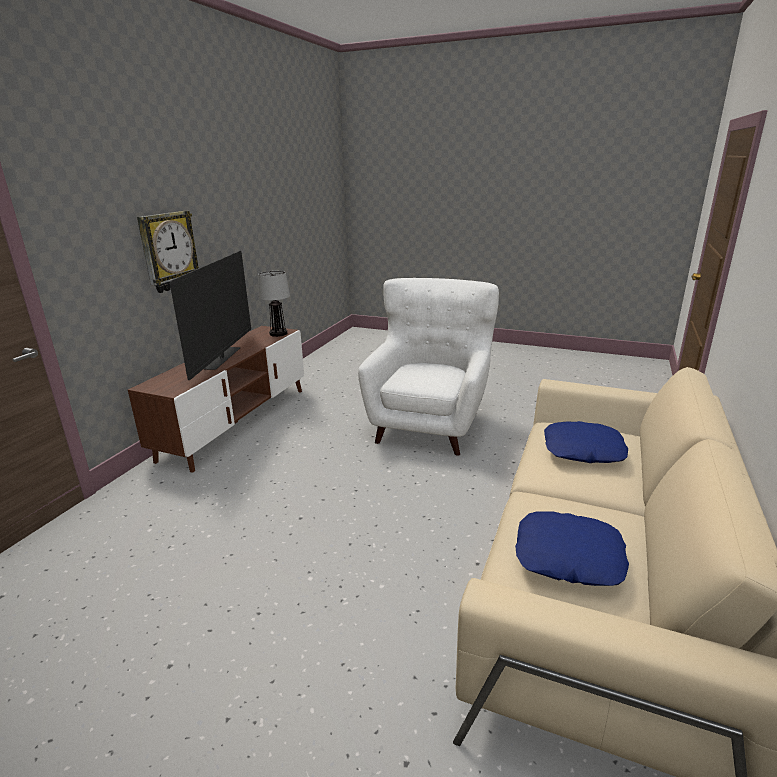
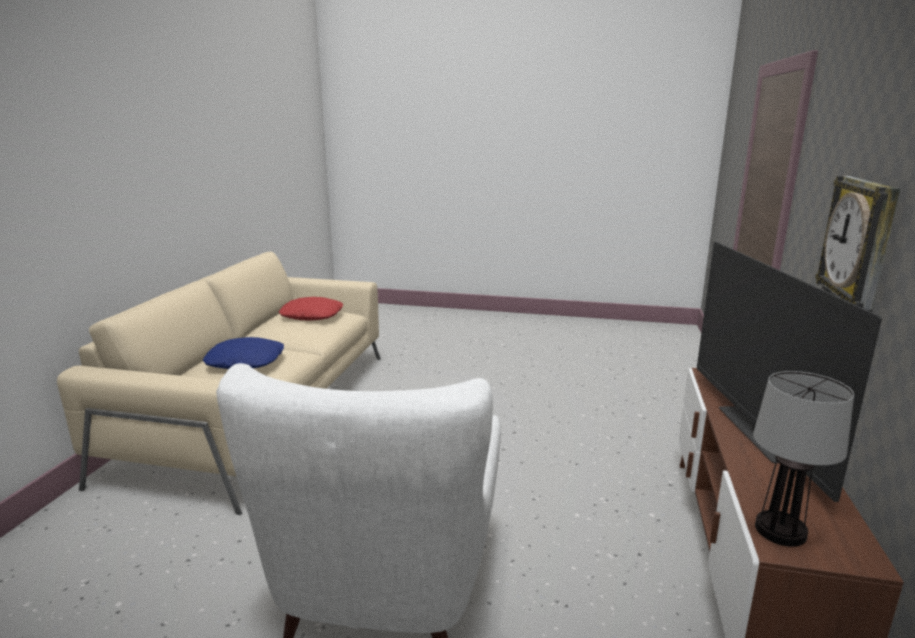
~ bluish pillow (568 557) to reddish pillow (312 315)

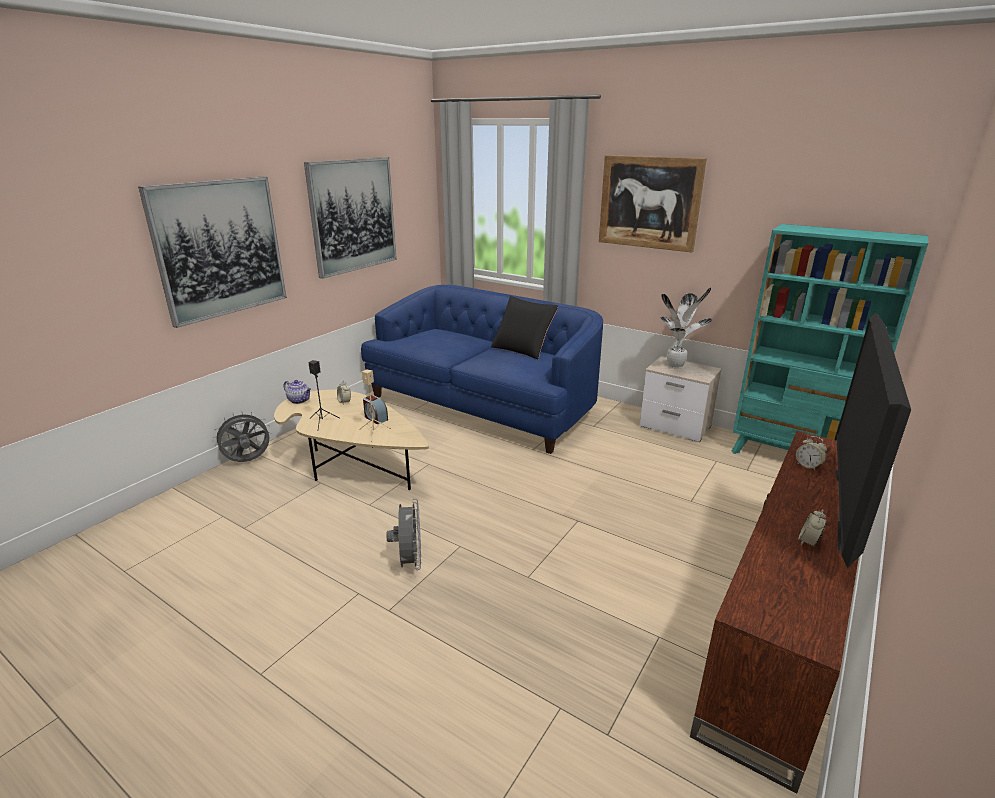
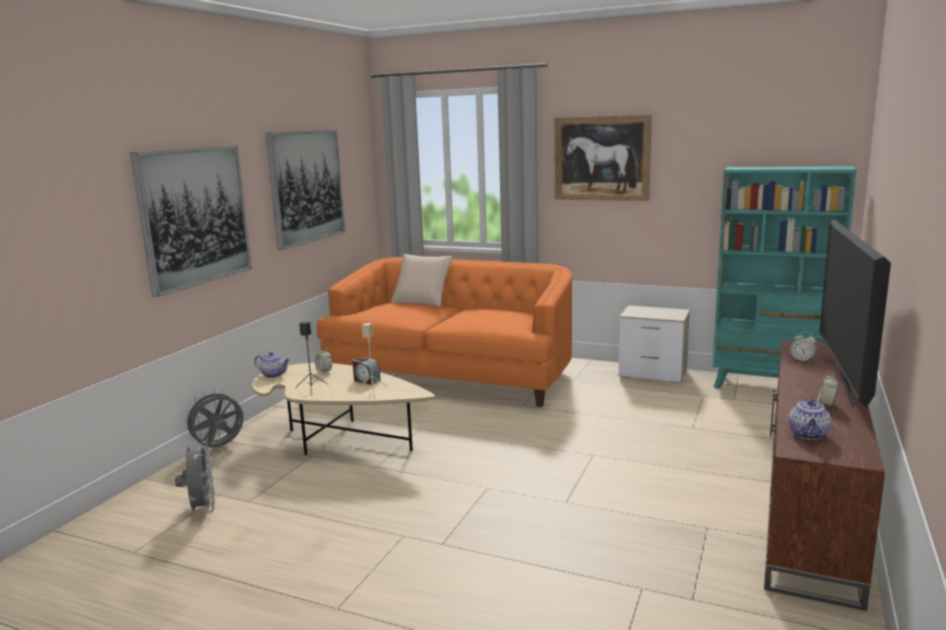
~ grey electric fan (409 562) to (202 509)
~ bluish settee (484 404) to orange settee (453 375)
+ sand-coloured pillow (422 301)
+ tea pot (809 435)
- black pillow (523 348)
- plant in a pot (676 366)

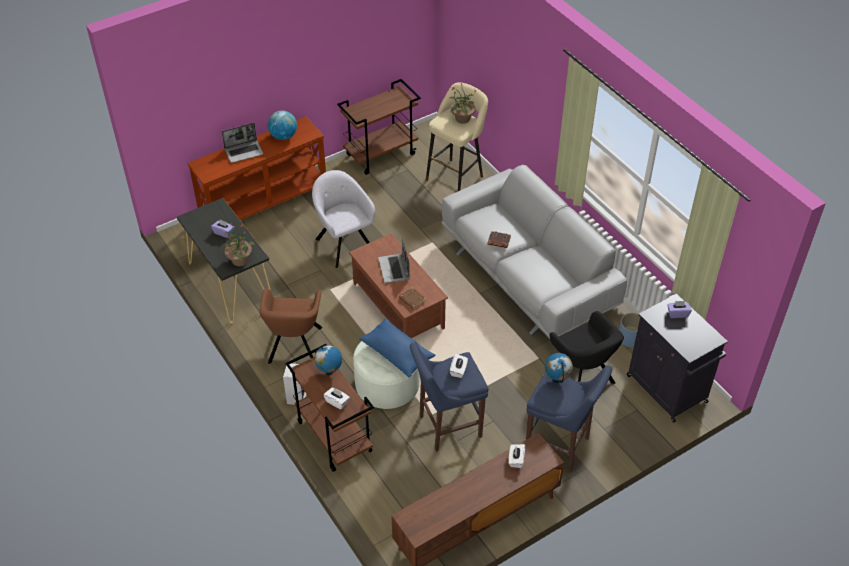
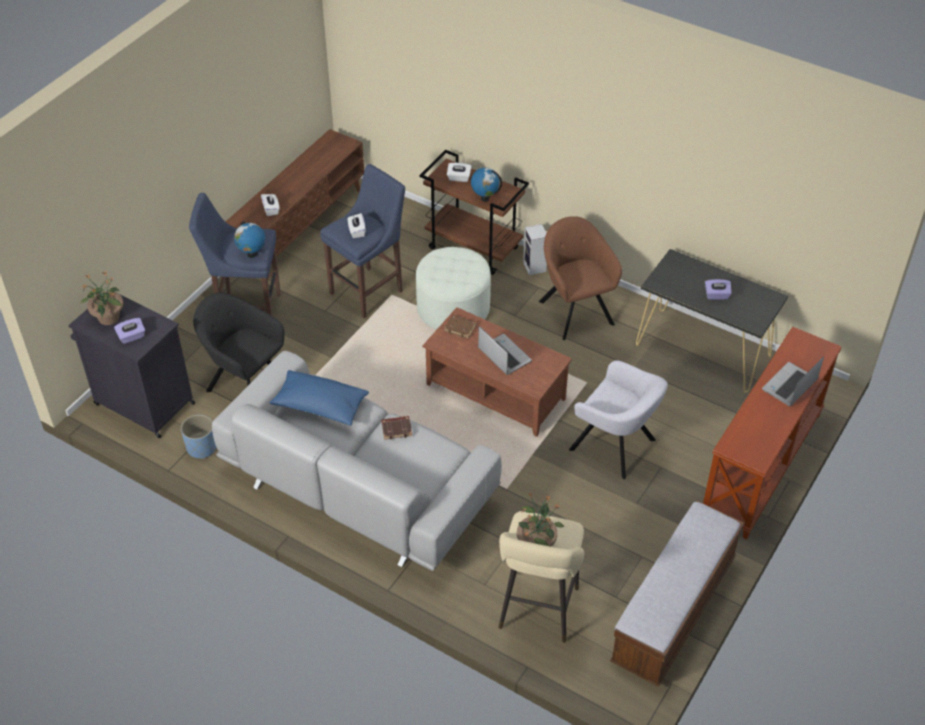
~ plant in a pot (240 260) to (108 318)
~ bluish pillow (397 353) to (320 406)
~ brown-coloured cart (381 154) to indoor bench (673 610)
- desk globe (283 136)

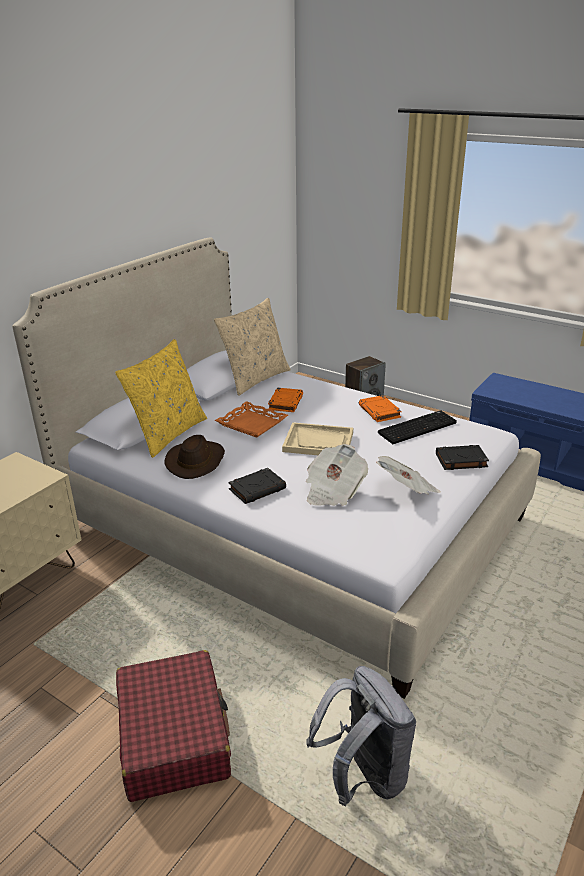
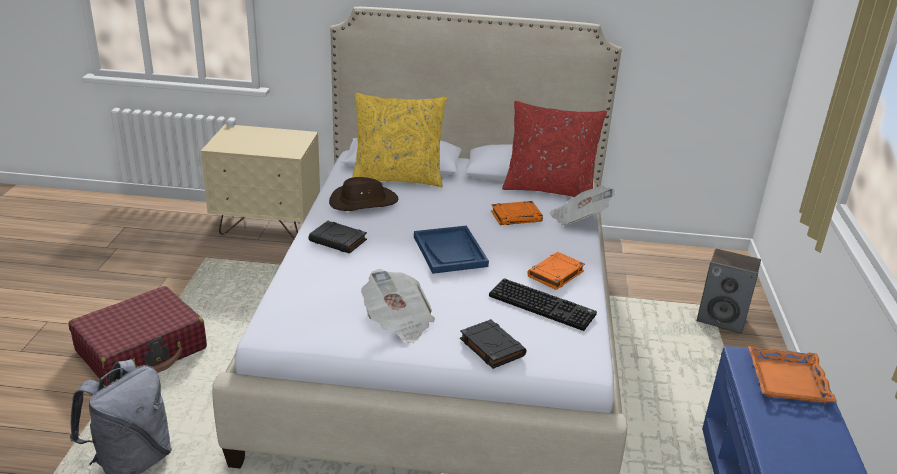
~ sand-coloured tray (318 442) to bluish tray (450 251)
~ sand-coloured pillow (255 379) to reddish pillow (549 189)
~ daily paper (333 491) to (579 219)
~ orange tray (251 424) to (787 380)

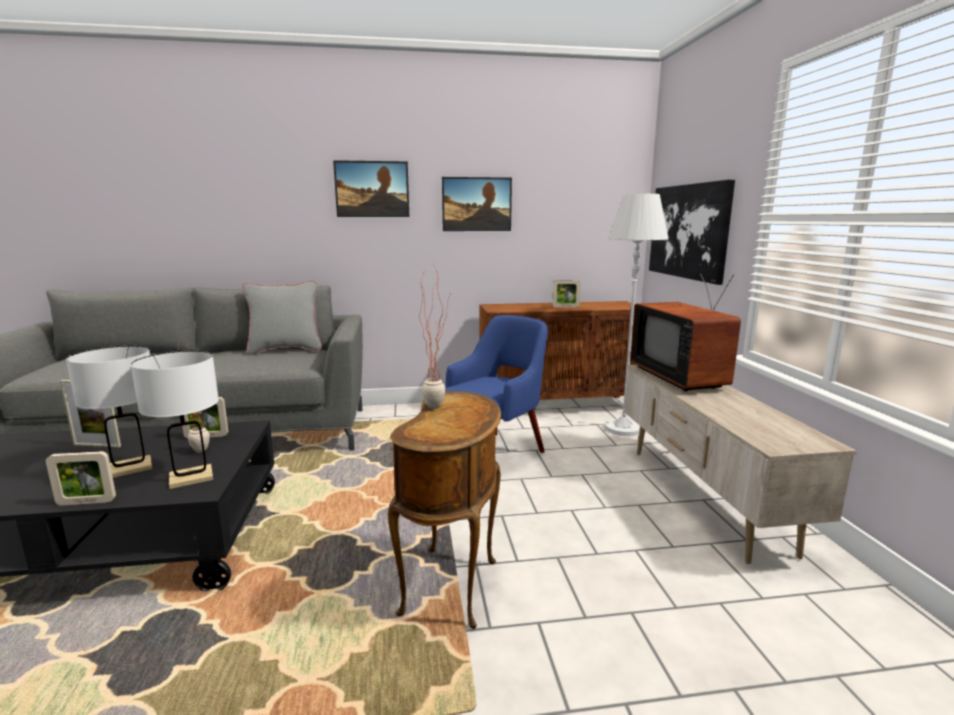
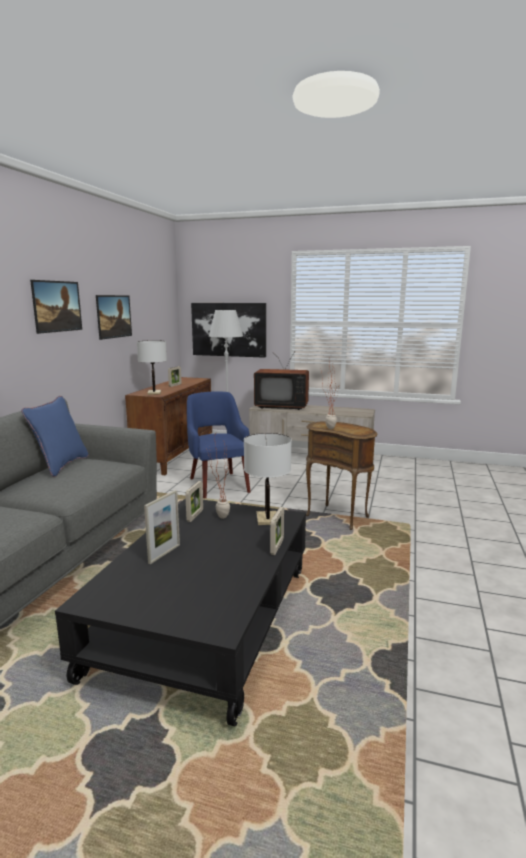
~ grey pillow (285 350) to bluish pillow (61 465)
~ white-coloured tabletop lamp (130 468) to (154 393)

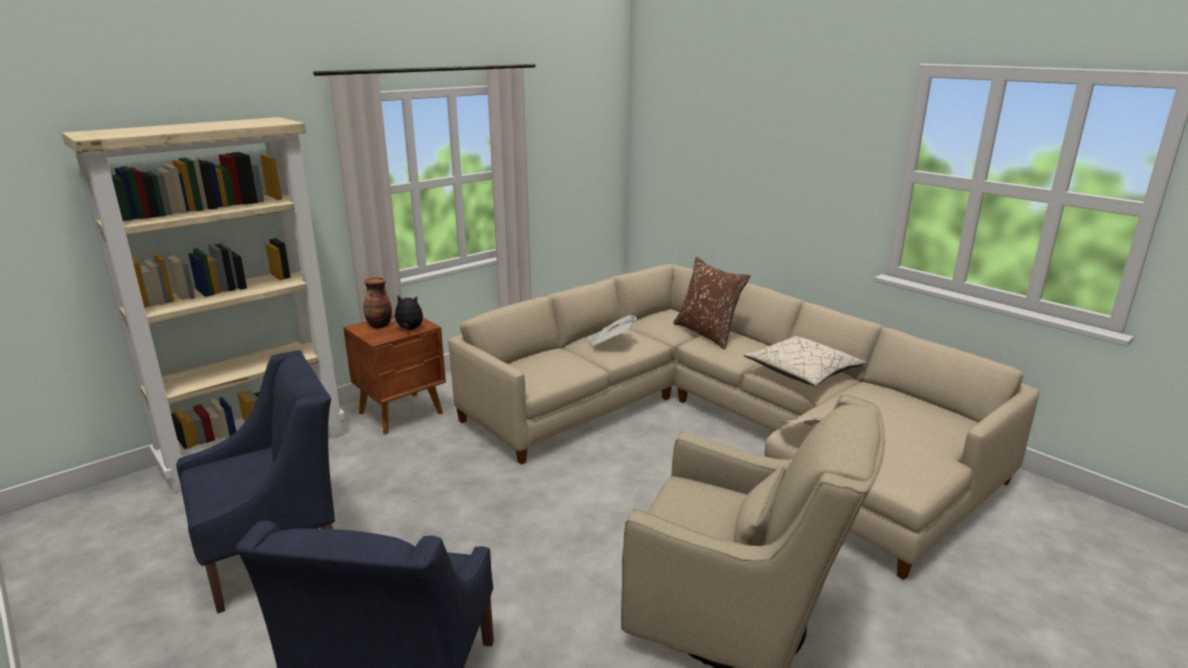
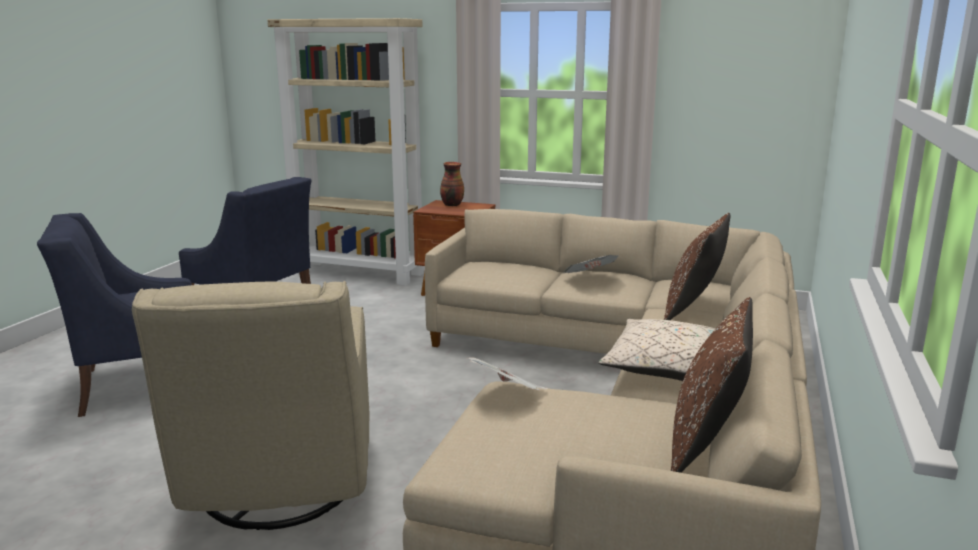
+ brown-coloured pillow (707 444)
- soft toy (409 329)

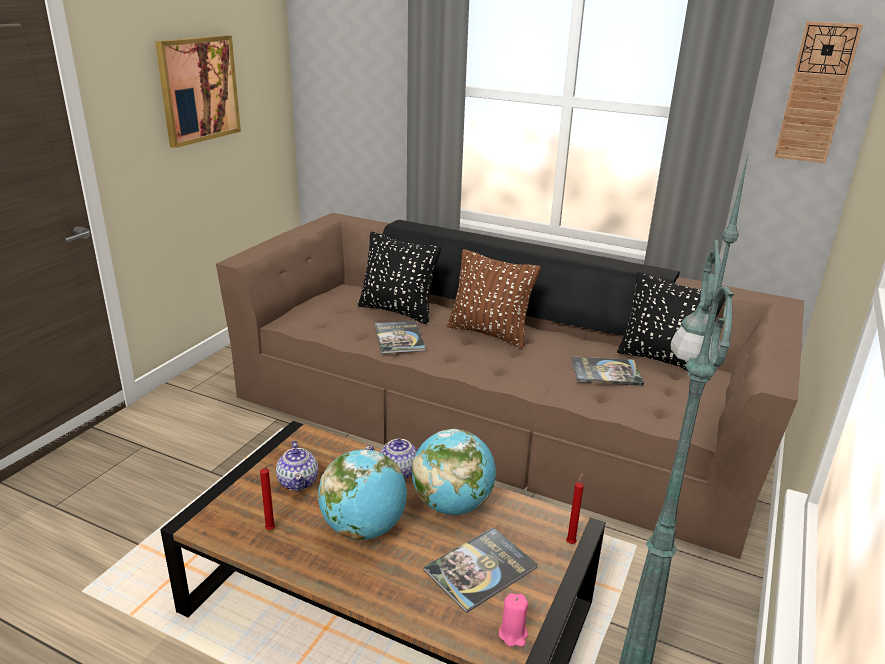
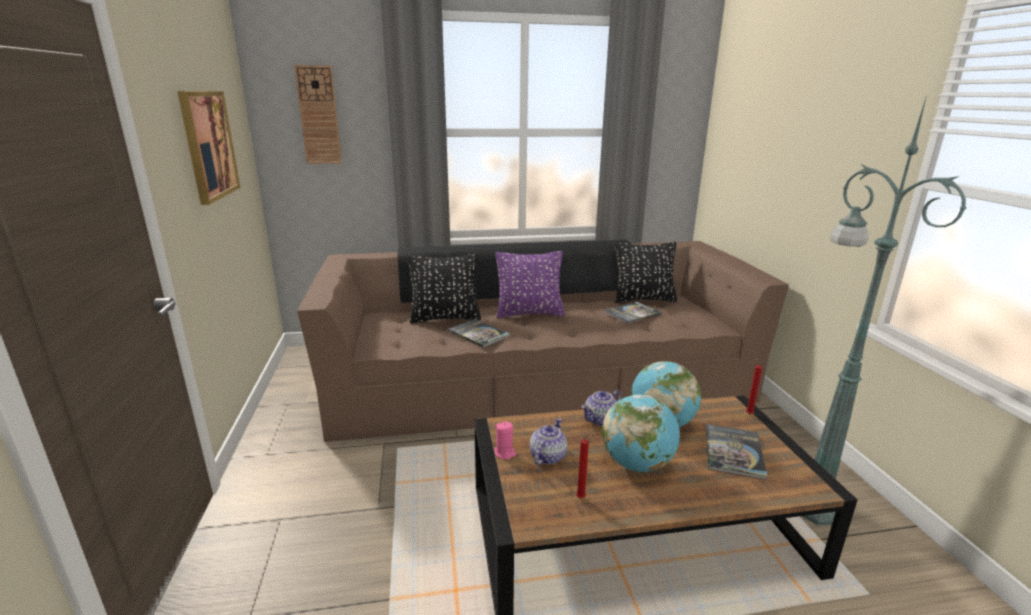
~ wall clock (816 93) to (319 115)
~ pinkish wax light (513 634) to (505 453)
~ brown-coloured pillow (489 333) to purple pillow (529 313)
~ tea pot (298 481) = (547 457) 105 degrees counterclockwise

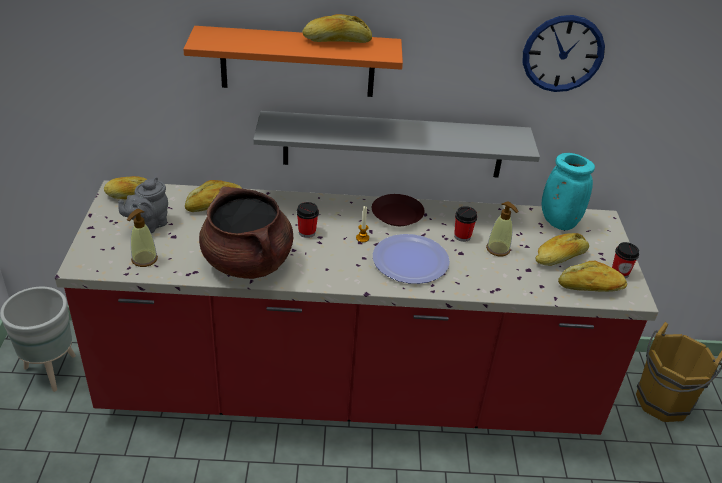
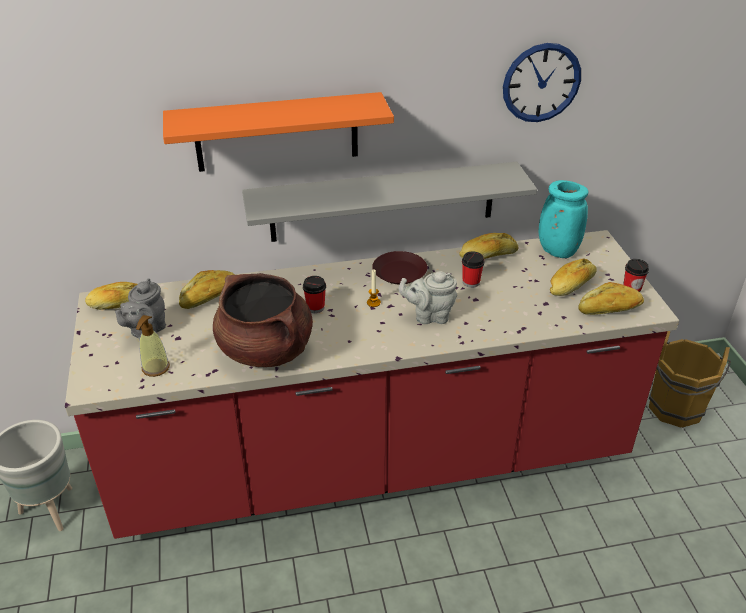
~ dinner plate (410 260) to grey tea pot (429 316)
~ bakery bread (337 41) to (488 255)
- soap dispenser (498 249)

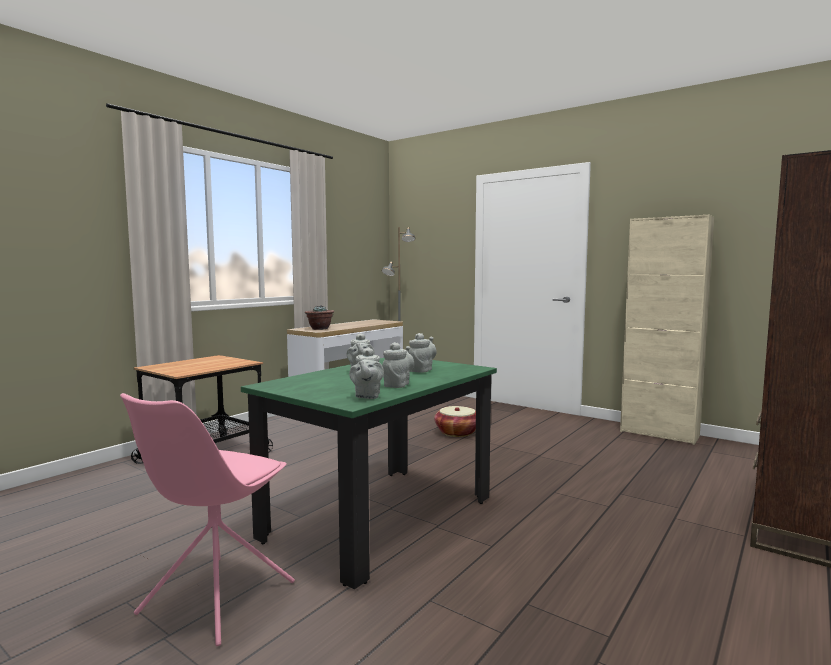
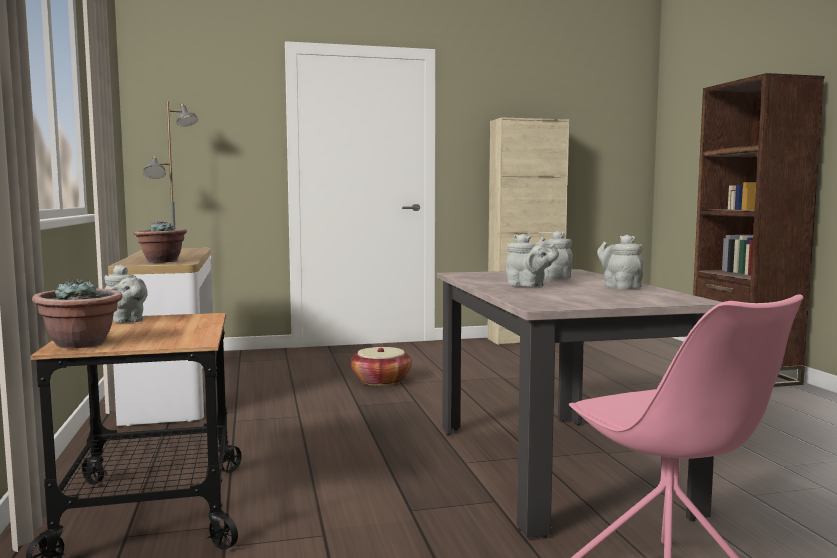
+ plant in a pot (81 344)
~ grey tea pot (367 396) to (126 321)
~ greenish dining table (380 518) to sand-coloured dining table (554 467)

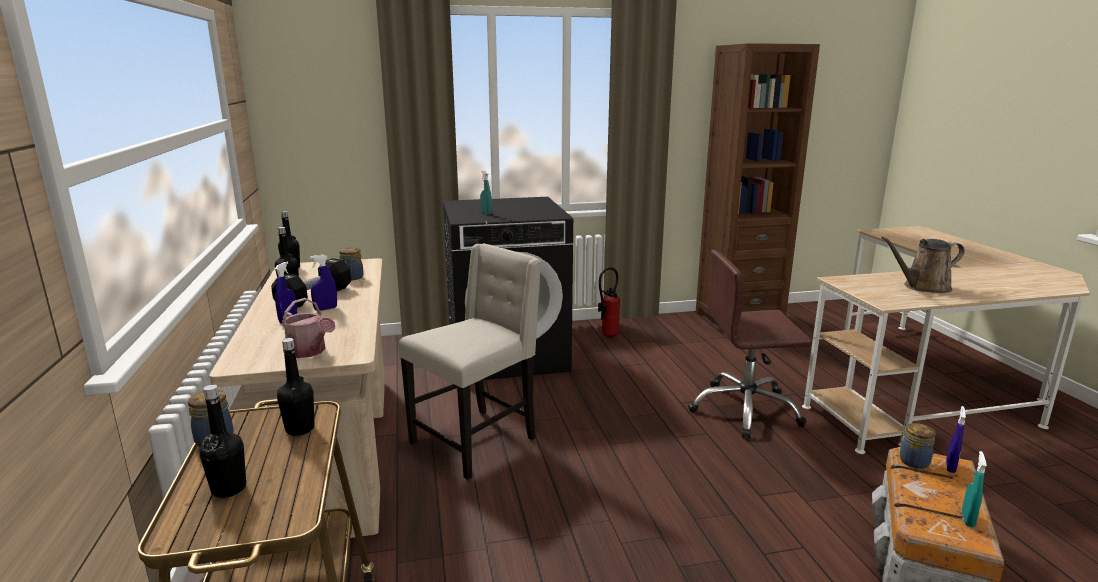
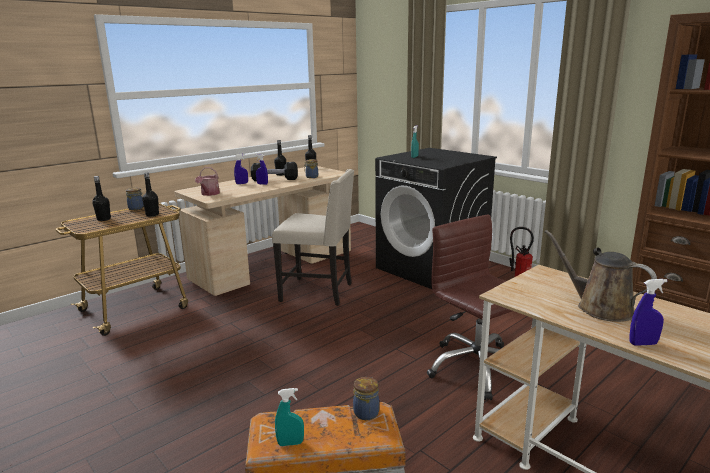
~ bluish sprayer (950 467) to (643 344)

